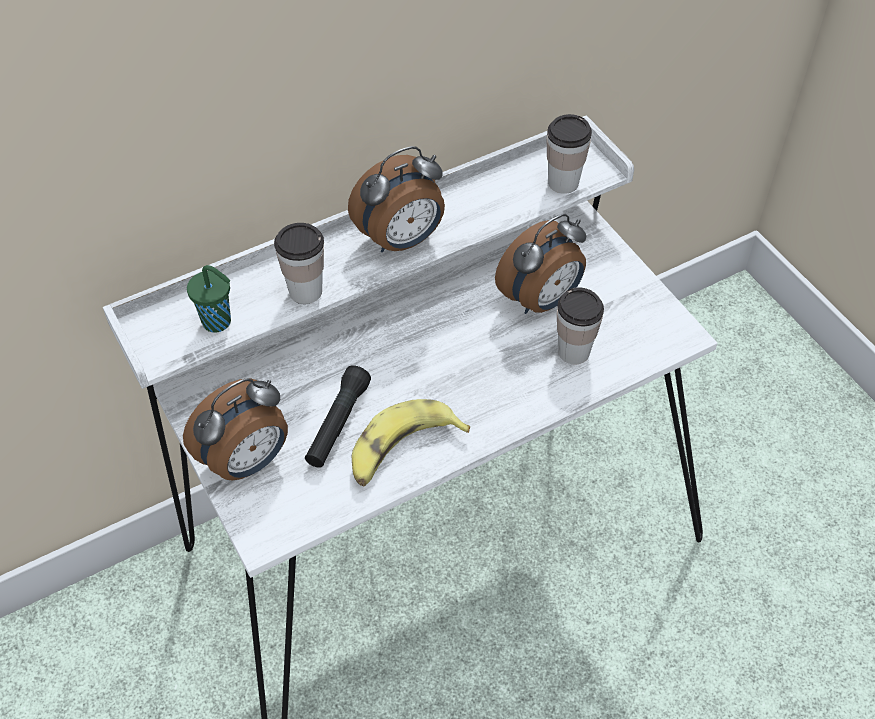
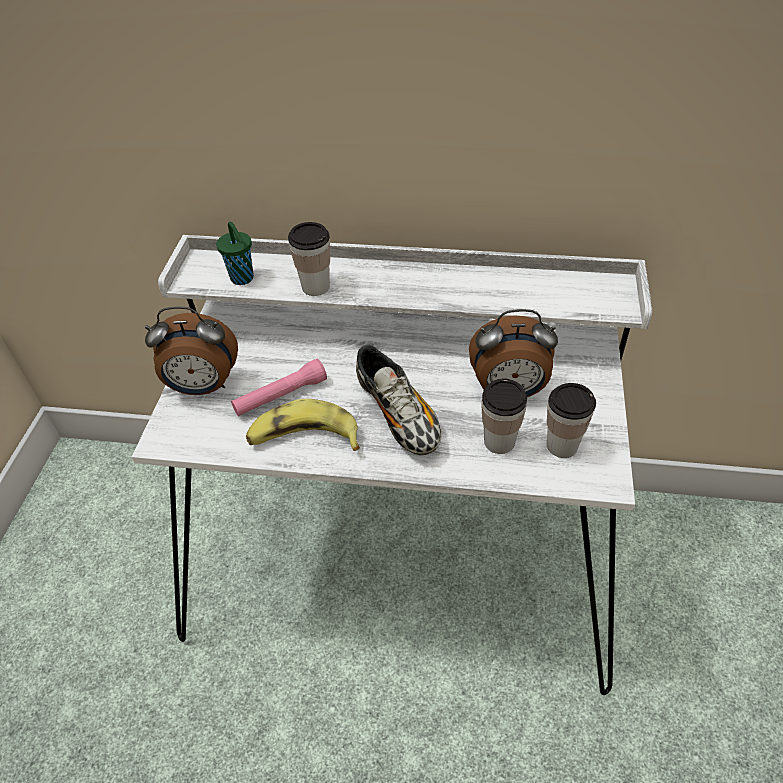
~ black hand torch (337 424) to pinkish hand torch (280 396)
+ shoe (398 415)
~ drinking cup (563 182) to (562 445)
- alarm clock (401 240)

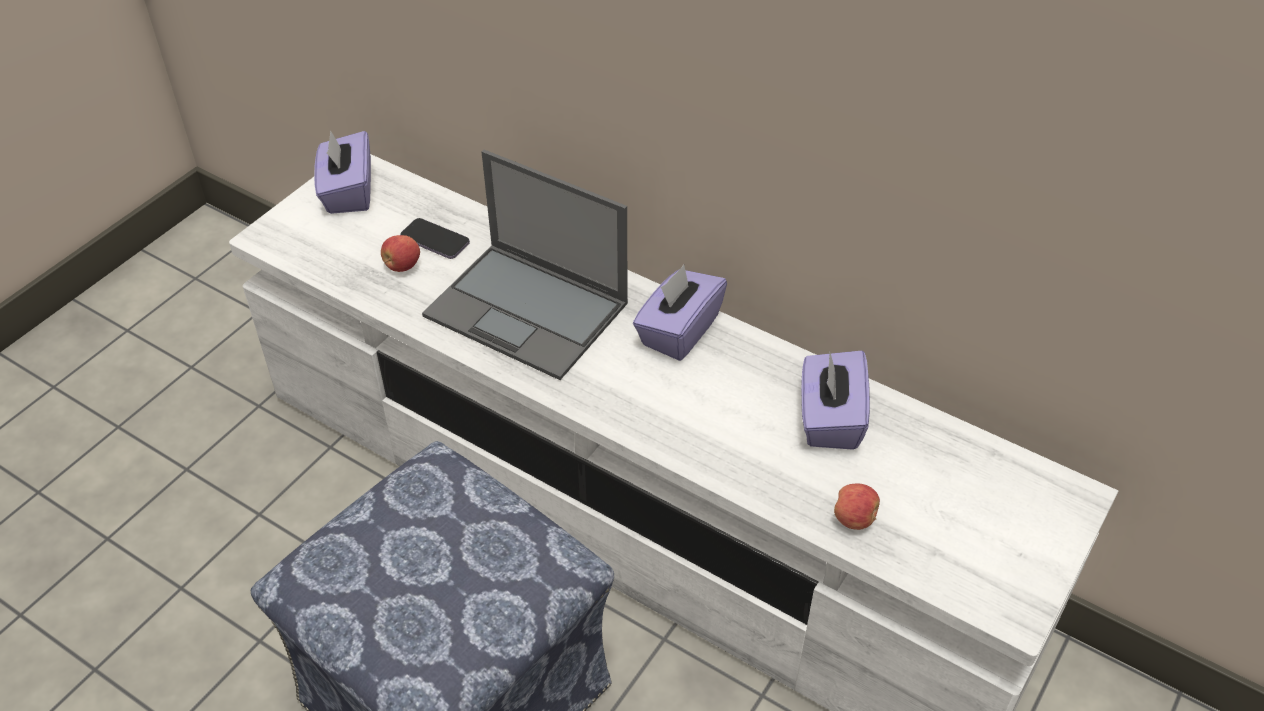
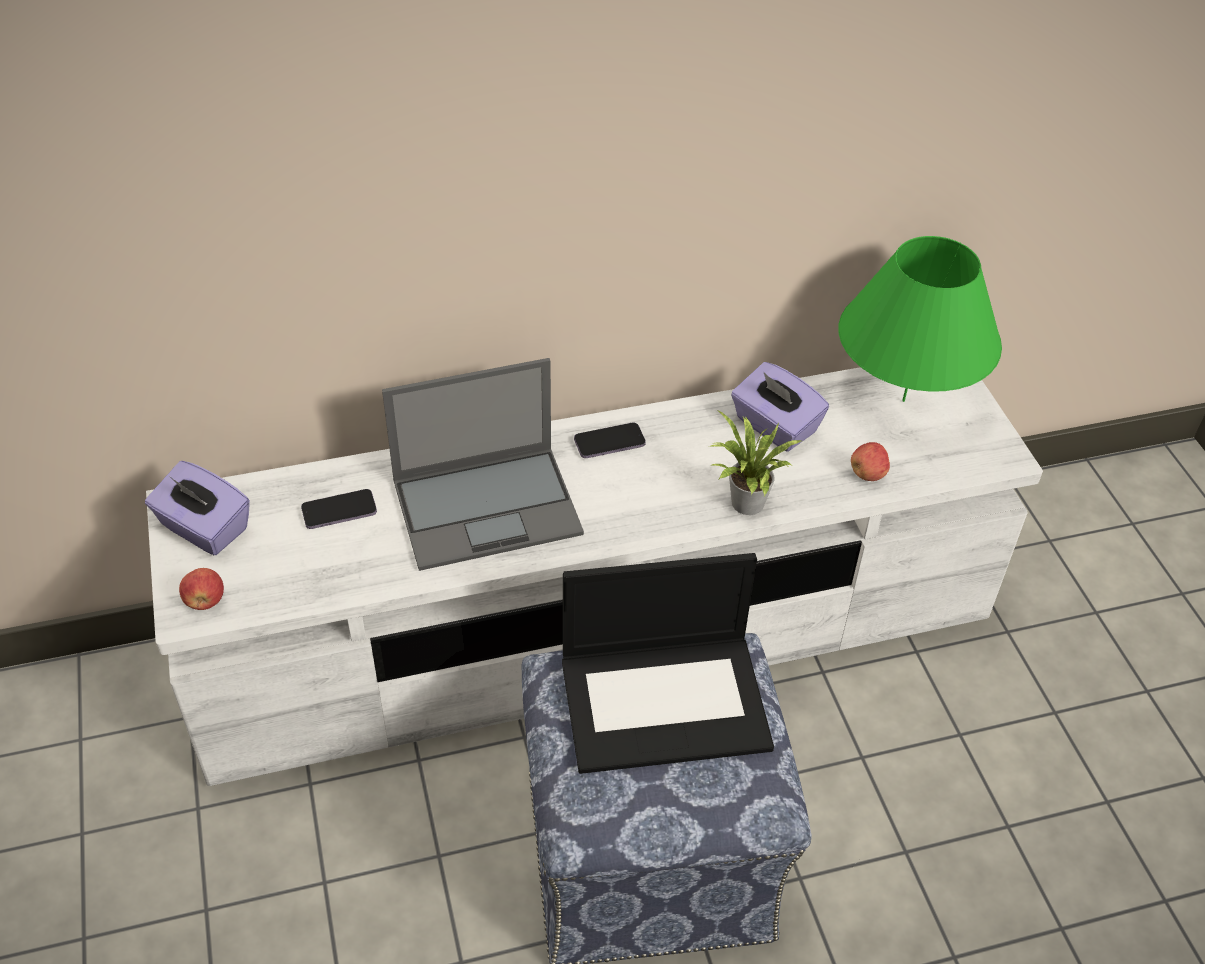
~ apple (402 266) to (205 601)
+ notebook computer (666 700)
~ purple tissue box (678 331) to phone (609 442)
+ plant in a pot (745 505)
+ greenish tabletop lamp (903 400)

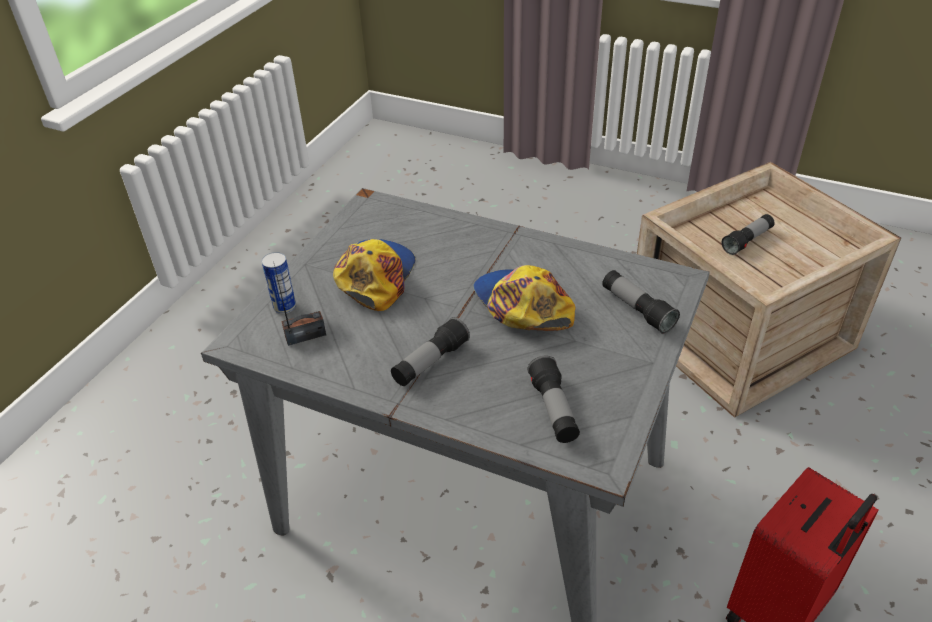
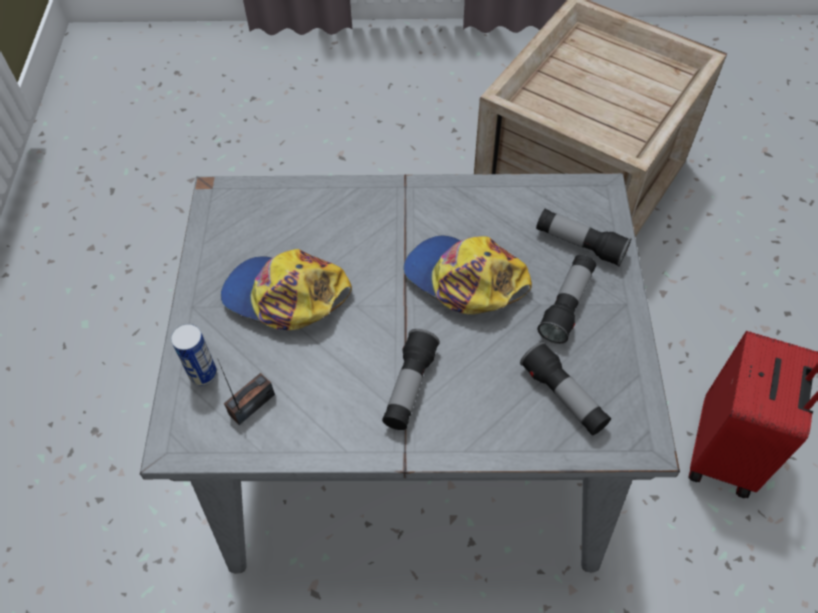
~ baseball cap (375 277) = (285 296) 60 degrees counterclockwise
~ hand torch (747 241) to (567 305)

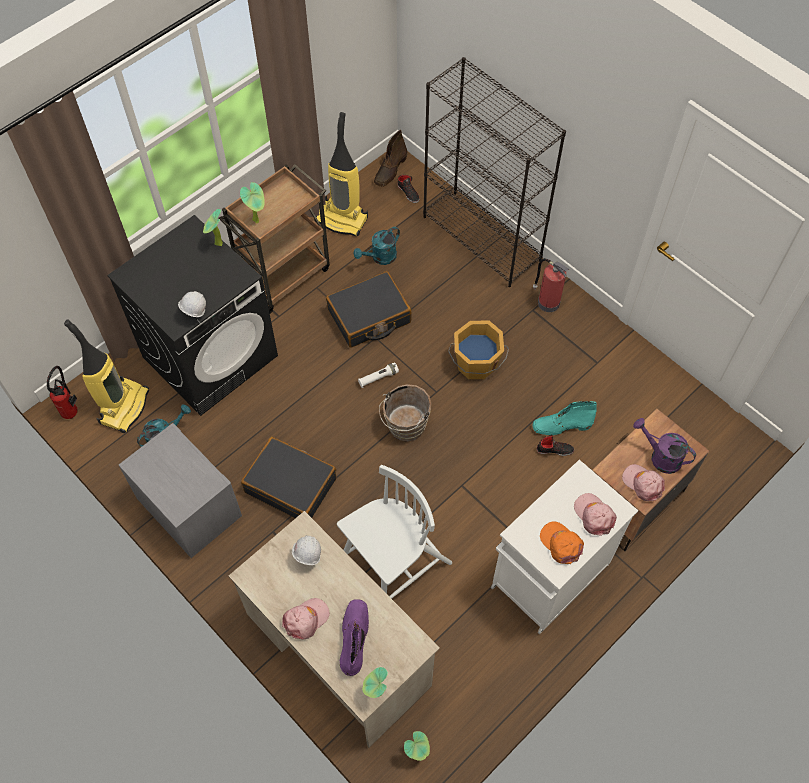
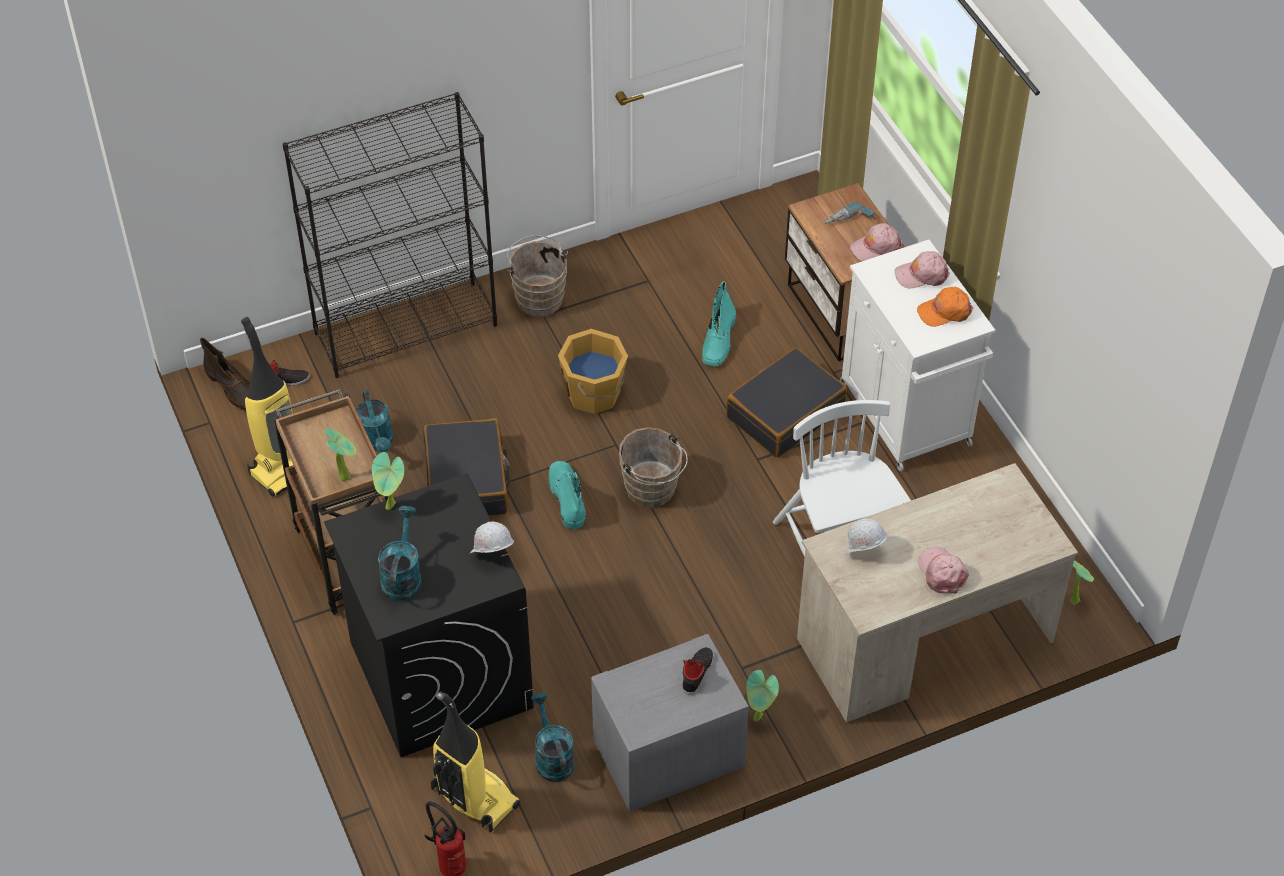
+ turquoise sprinkling can (402 576)
~ fire-fighting cylinder (547 302) to brown-coloured water bucket (538 296)
~ white-coloured hand torch (378 378) to turquoise tall boot (566 497)
~ black shoe (555 449) to (697 672)
~ black piece of luggage (291 485) to (785 413)
~ plant in a pot (375 694) to (759 719)
~ purple sprinkling can (660 456) to electric drill (849 222)
- purple tall boot (354 637)

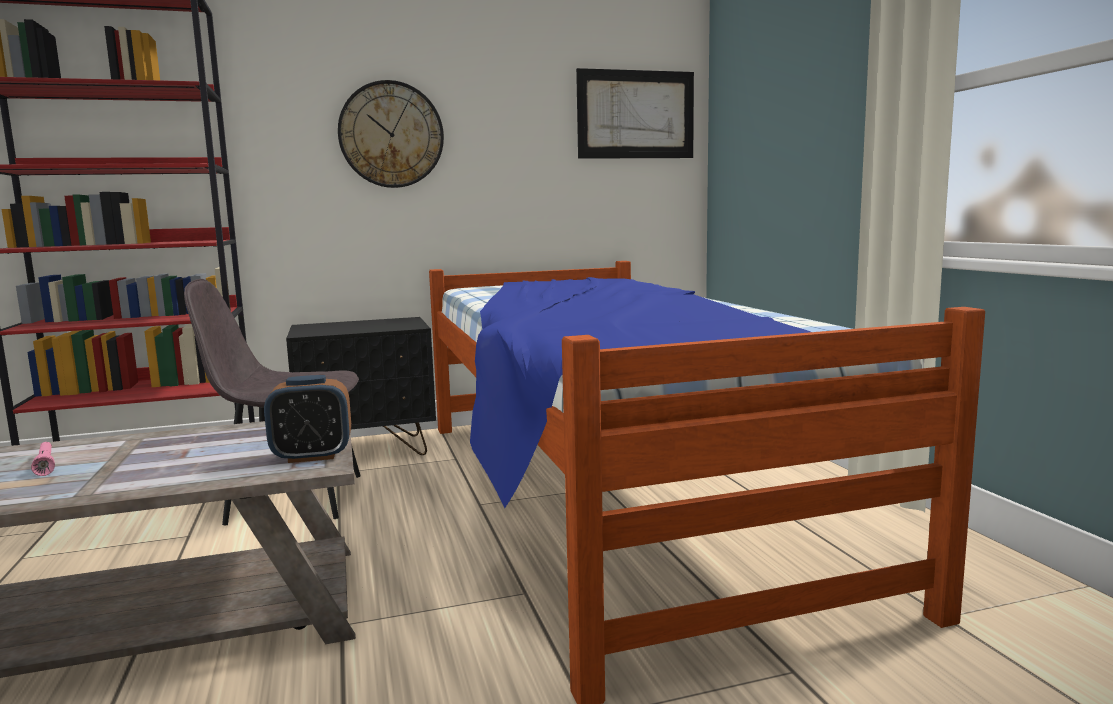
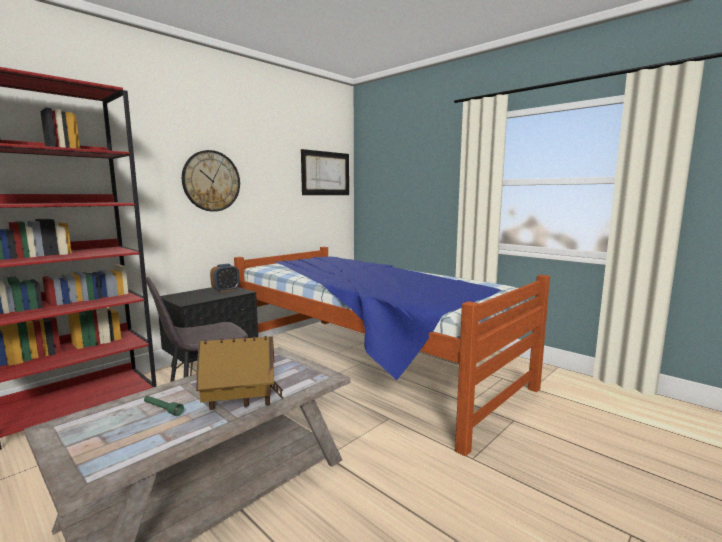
~ pinkish hand torch (45 465) to greenish hand torch (162 409)
+ miniature house (241 402)
~ alarm clock (312 456) to (225 290)

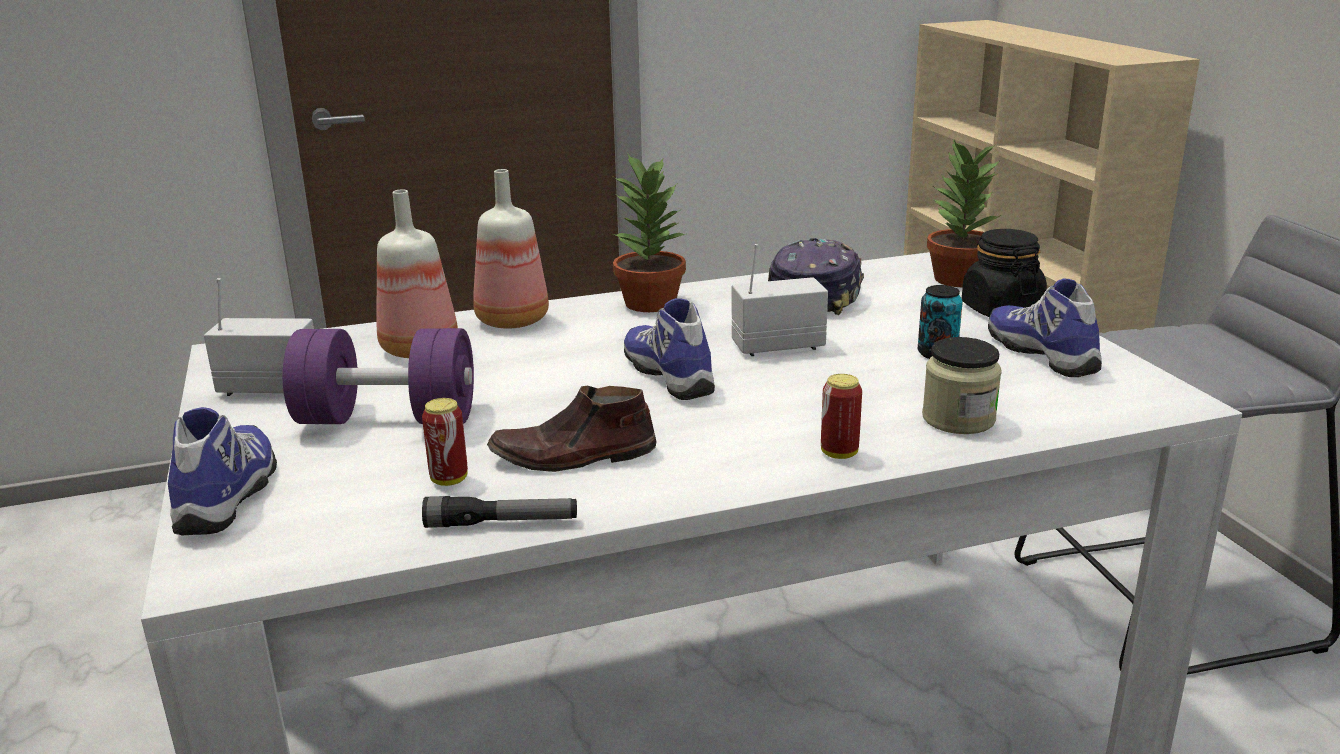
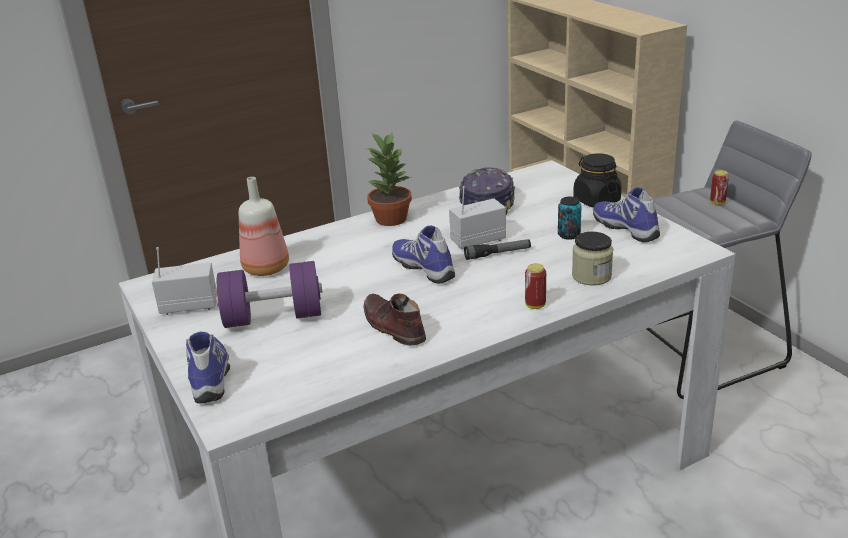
~ brown-coloured shoe (573 456) = (392 326) 75 degrees clockwise
~ hand torch (502 523) to (497 254)
~ metal can (449 479) to (717 202)
- beverage bottle (510 321)
- plant in a pot (957 279)

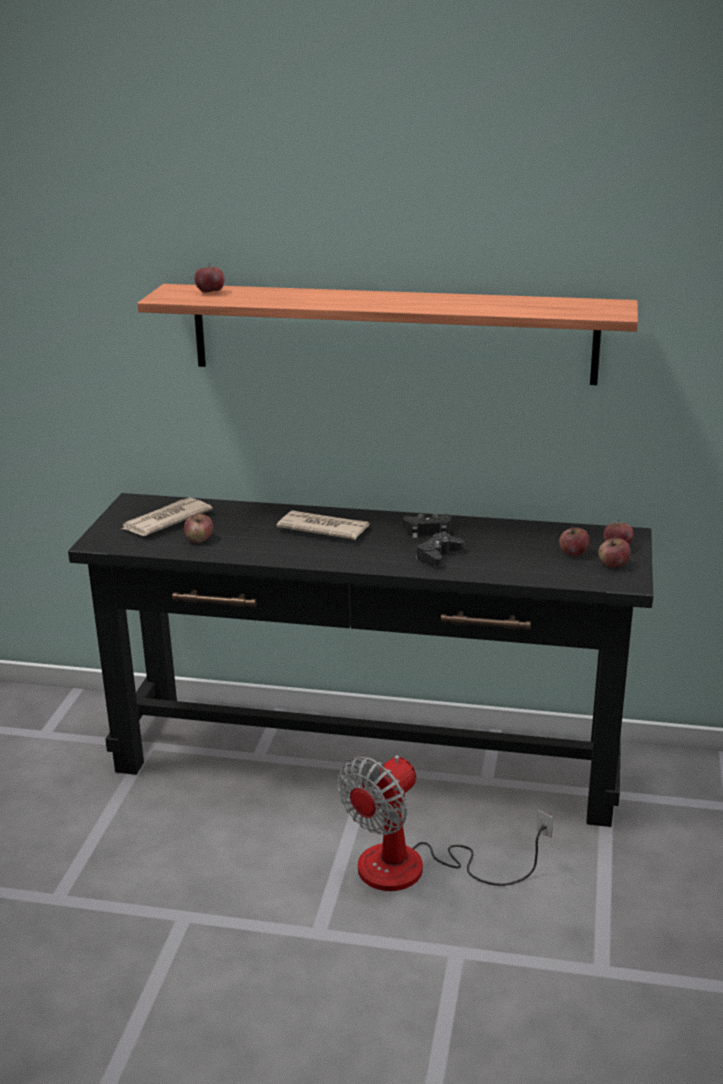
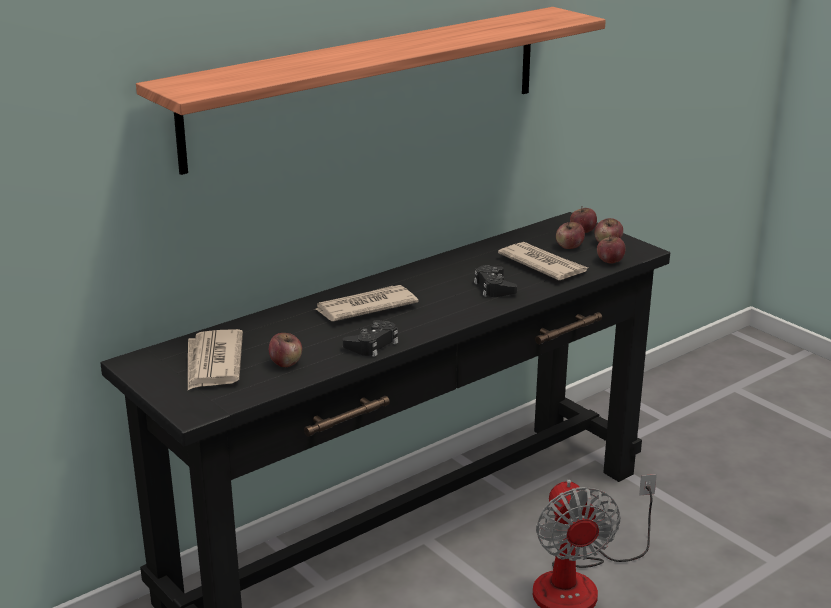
~ black joypad (428 530) to (372 344)
+ daily paper (542 265)
~ apple (210 292) to (610 261)

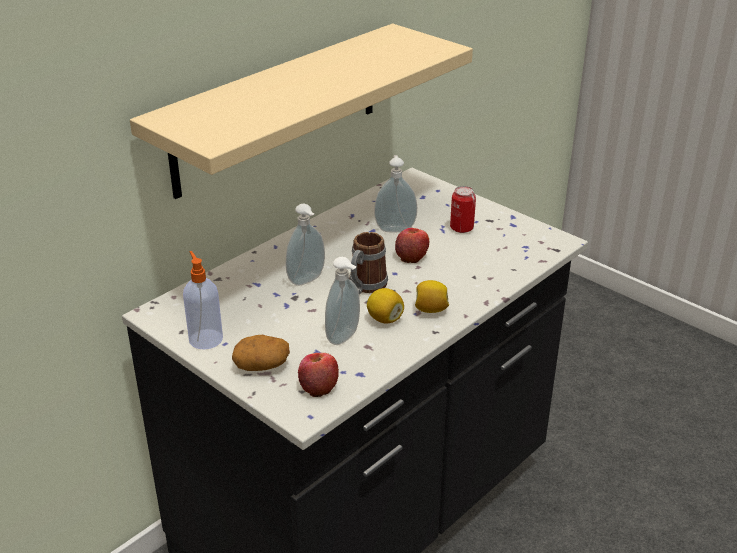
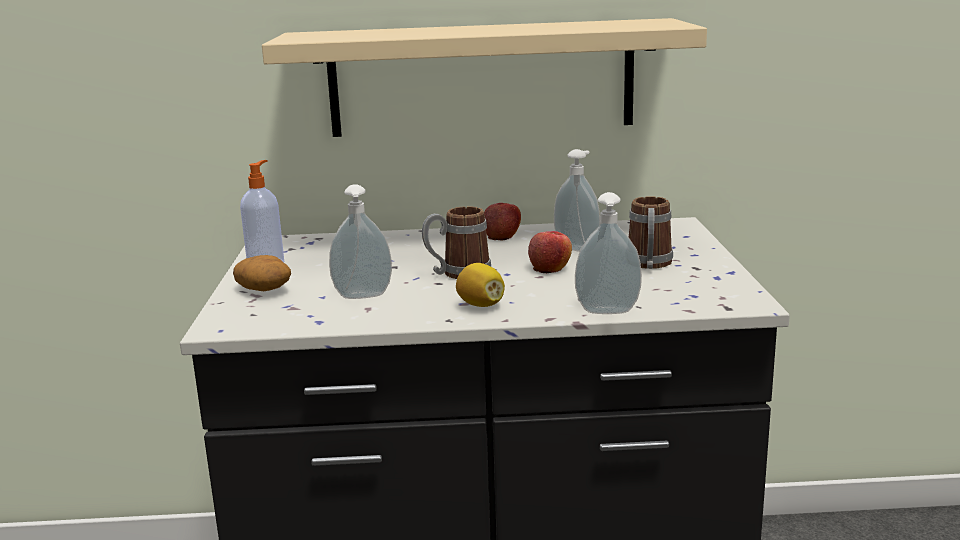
~ apple (318 386) to (502 236)
~ soap dispenser (307 280) to (607 312)
~ metal can (461 228) to mug (649 265)
- lemon (385 319)

